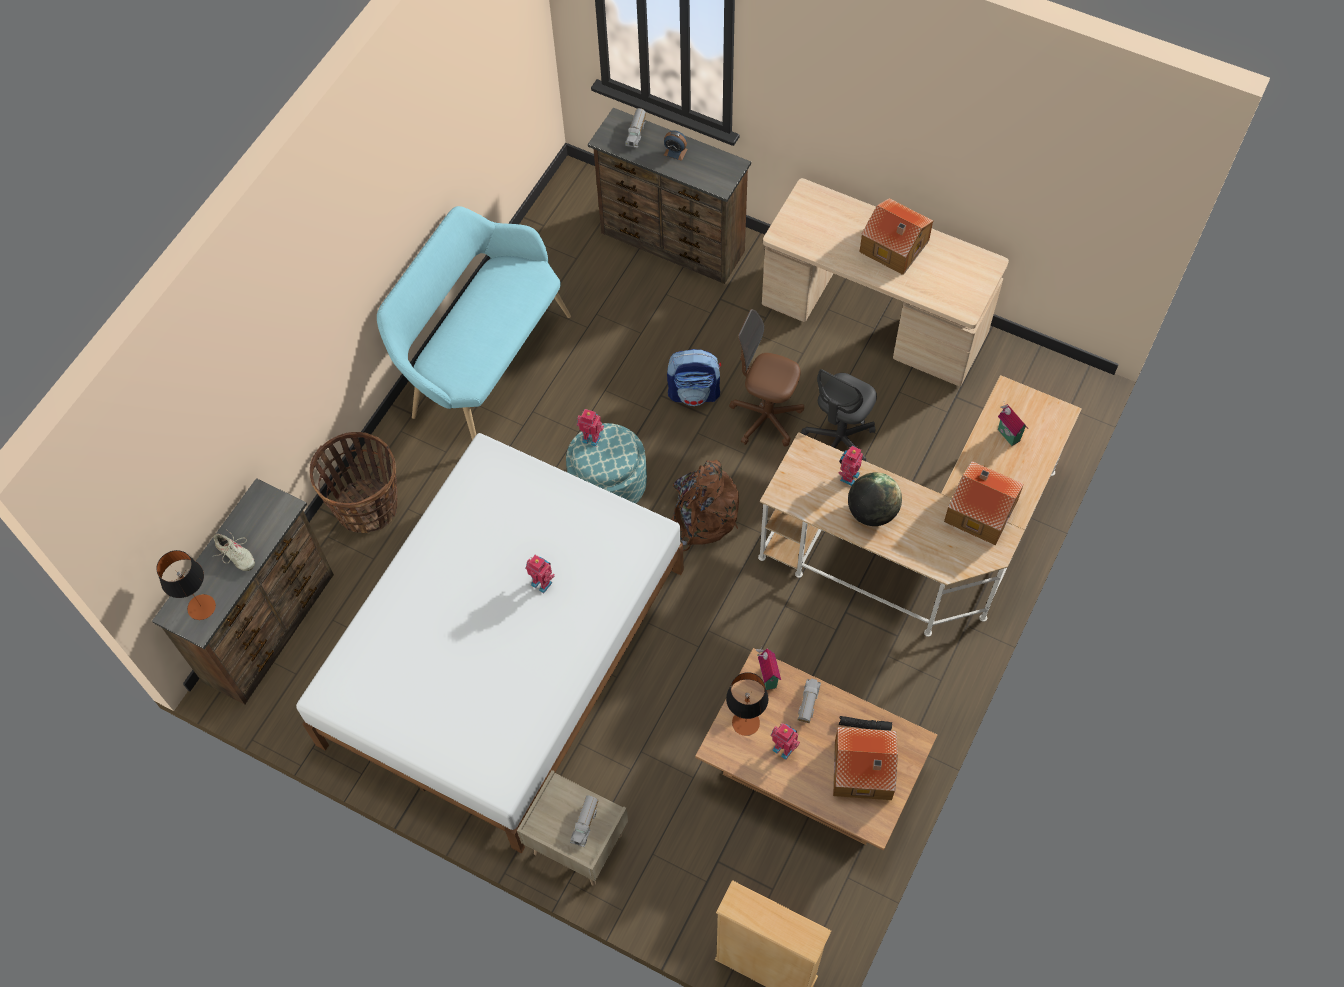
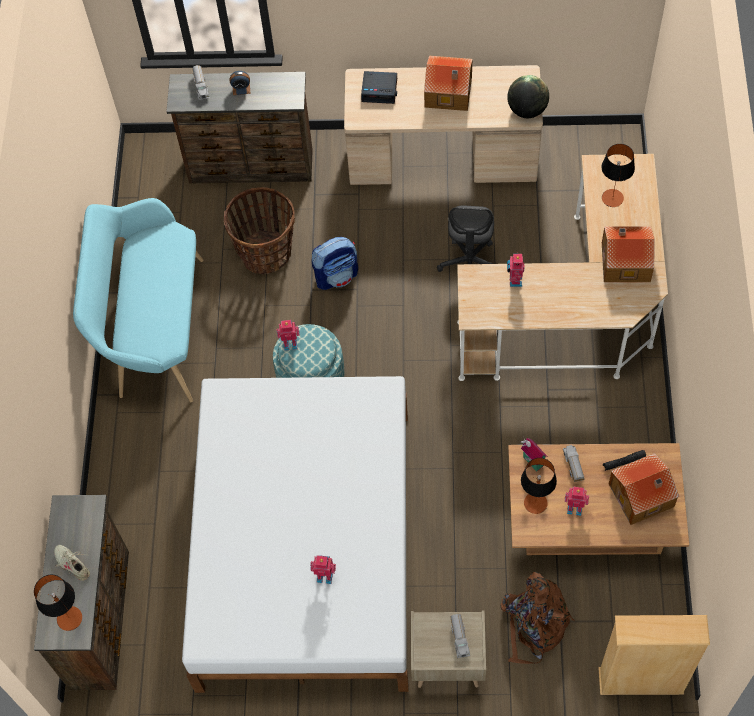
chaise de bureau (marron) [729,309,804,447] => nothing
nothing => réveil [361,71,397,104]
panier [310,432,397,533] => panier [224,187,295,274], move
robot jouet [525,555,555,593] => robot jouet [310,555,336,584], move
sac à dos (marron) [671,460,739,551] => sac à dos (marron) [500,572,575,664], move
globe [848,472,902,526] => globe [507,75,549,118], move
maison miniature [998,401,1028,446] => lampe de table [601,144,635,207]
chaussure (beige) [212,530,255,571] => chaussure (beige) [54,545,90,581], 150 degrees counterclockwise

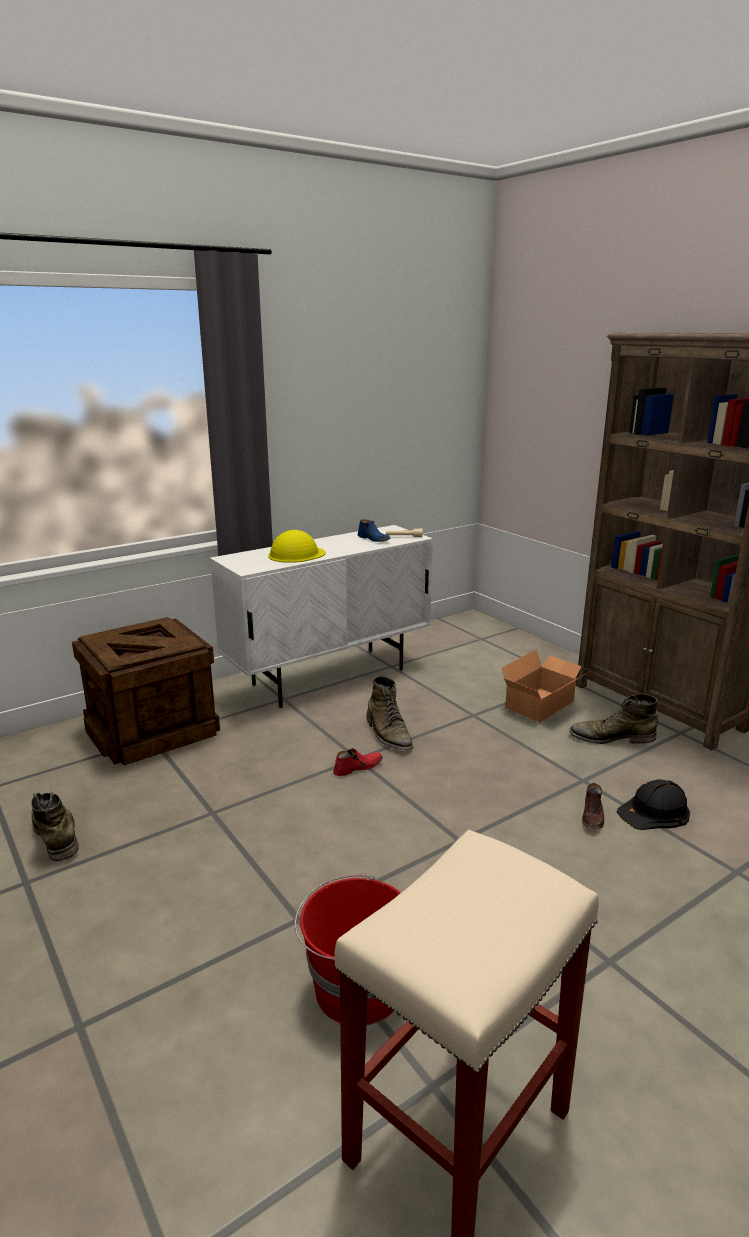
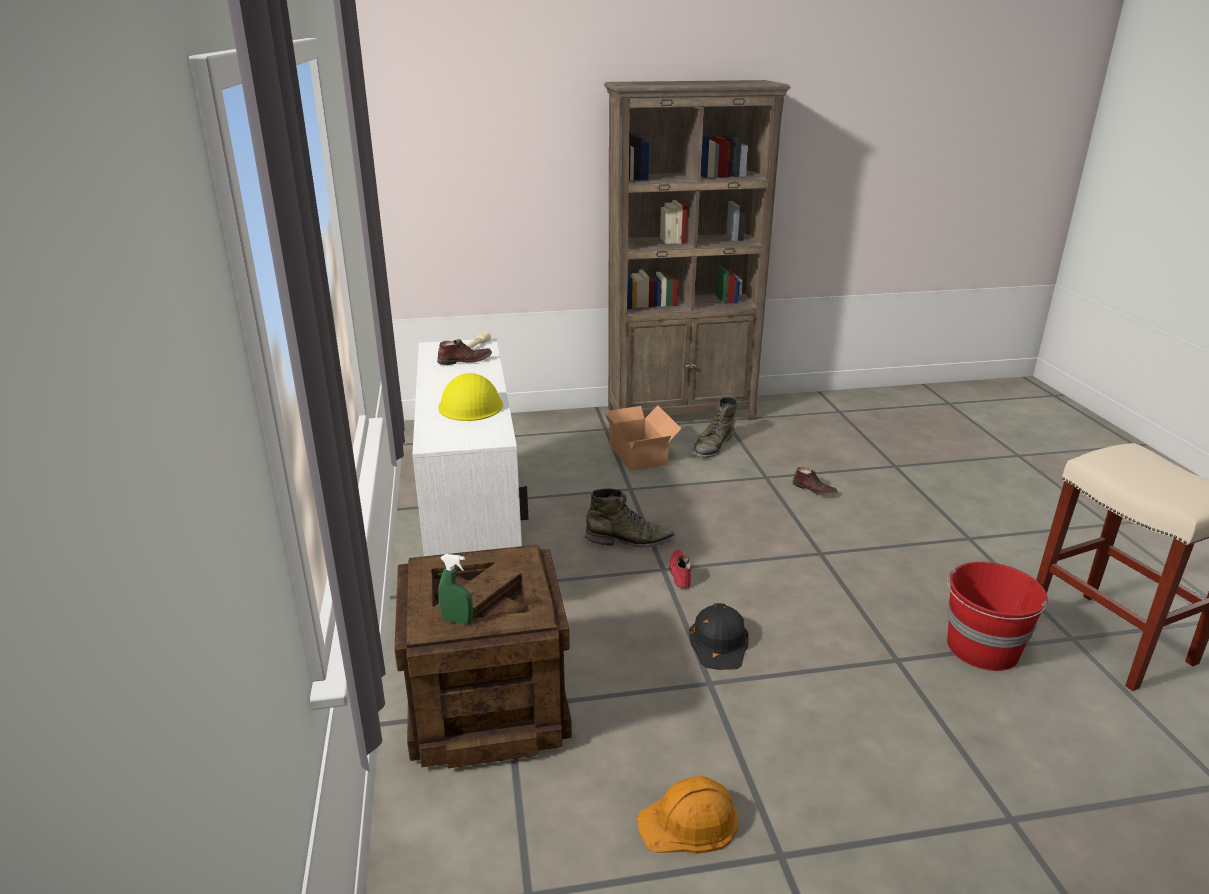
nothing => vaporisateur (vert) [438,554,473,624]
casque de chantier (noir) [616,779,690,830] => casque de chantier (noir) [689,603,749,670], move
botte (vert) [31,792,79,861] => casque de chantier (orange) [637,776,739,854]
chaussure (bleu) [358,519,391,542] => chaussure (marron) [437,339,492,365]

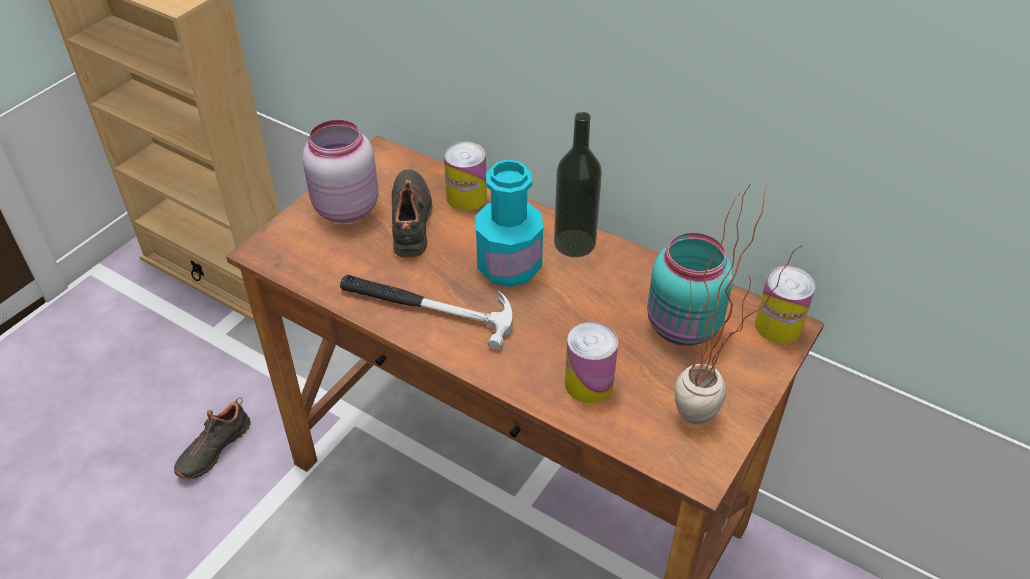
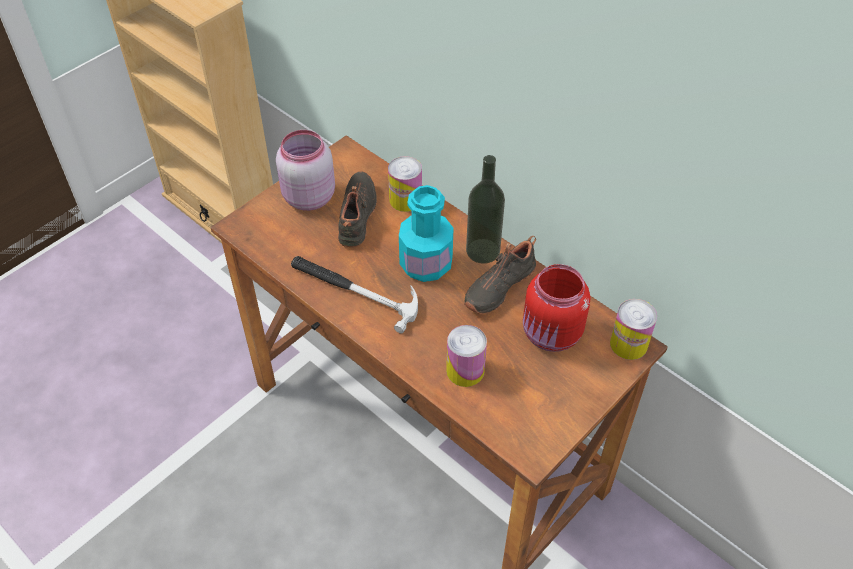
plante en pot [674,183,801,425] => nothing
chaussure (noir) [174,397,250,480] => chaussure (noir) [464,236,536,314], move
bocal (turquoise) [647,232,734,346] => bocal (rouge) [523,264,590,352]

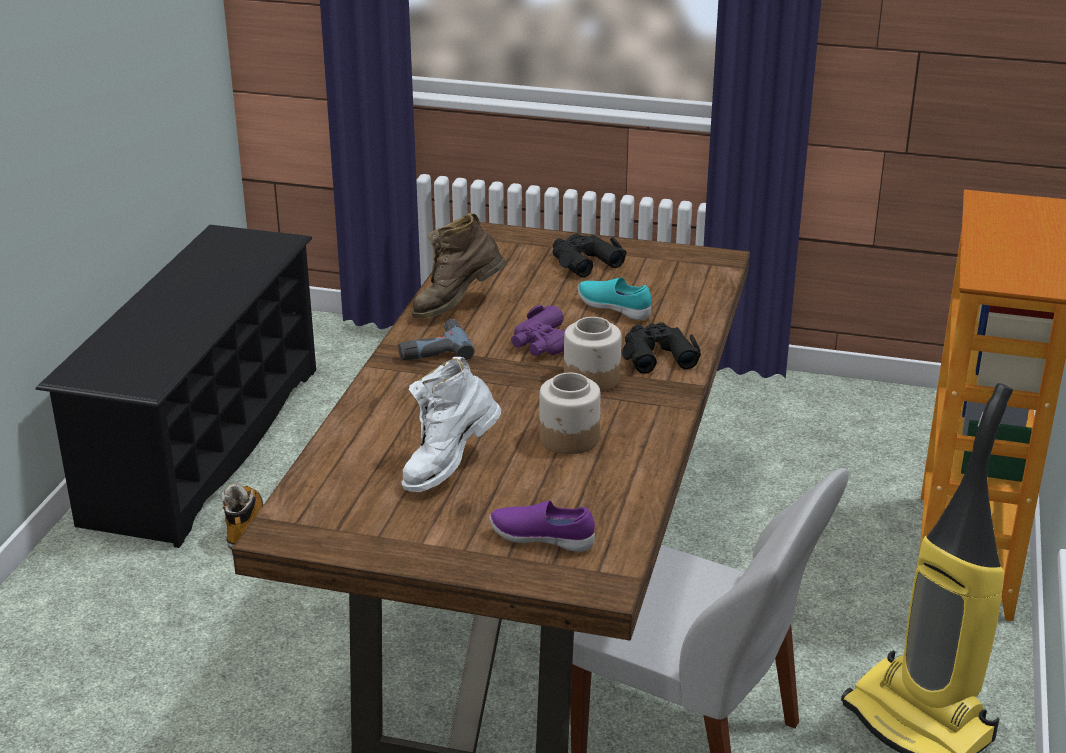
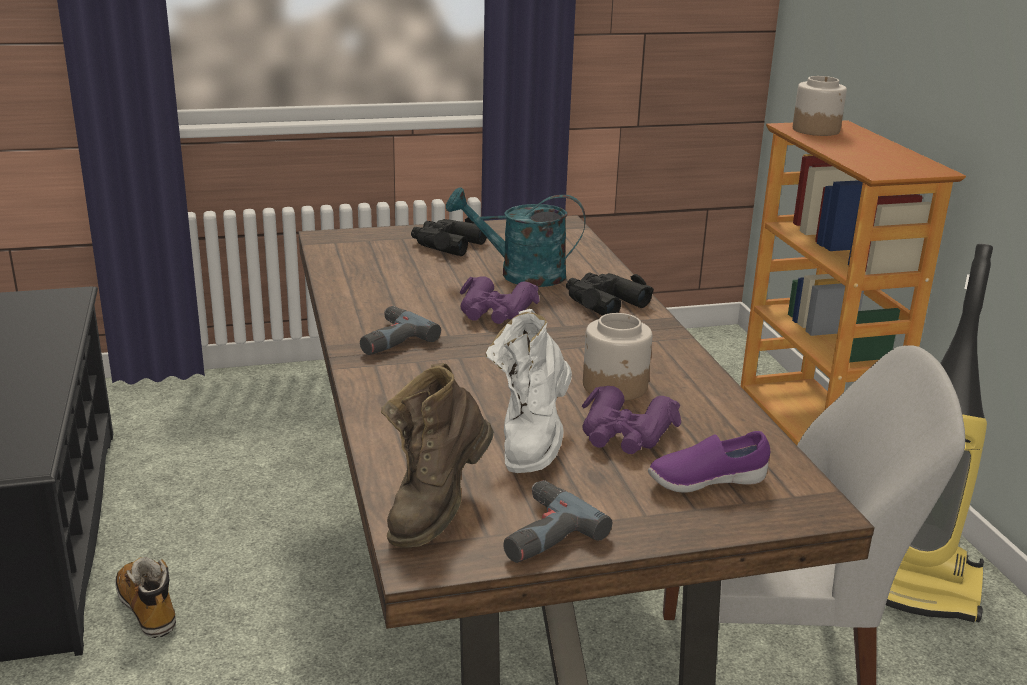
nothing => perceuse [503,480,612,563]
nothing => jumelles (violet) [582,386,681,454]
botte (marron) [411,213,506,319] => botte (marron) [381,363,494,548], move
bocal [564,317,621,392] => bocal [793,76,847,136], move
chaussure (turquoise) [578,278,651,320] => arrosoir (turquoise) [446,187,586,287]

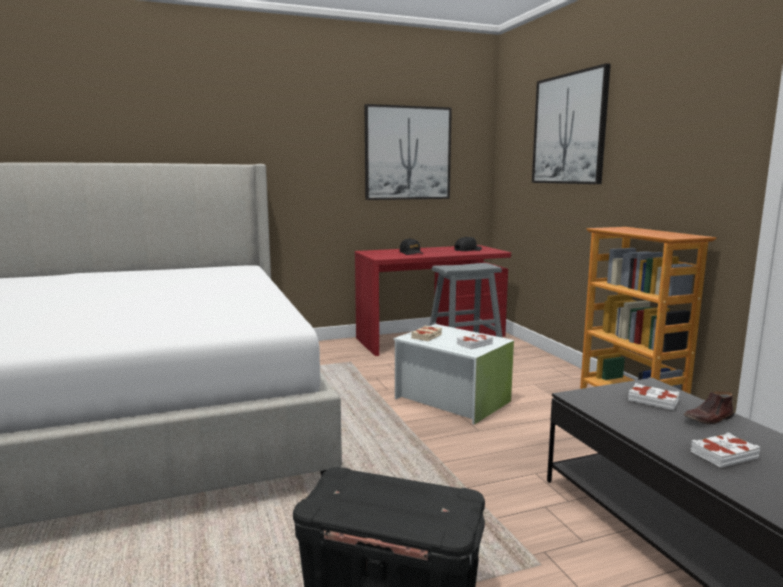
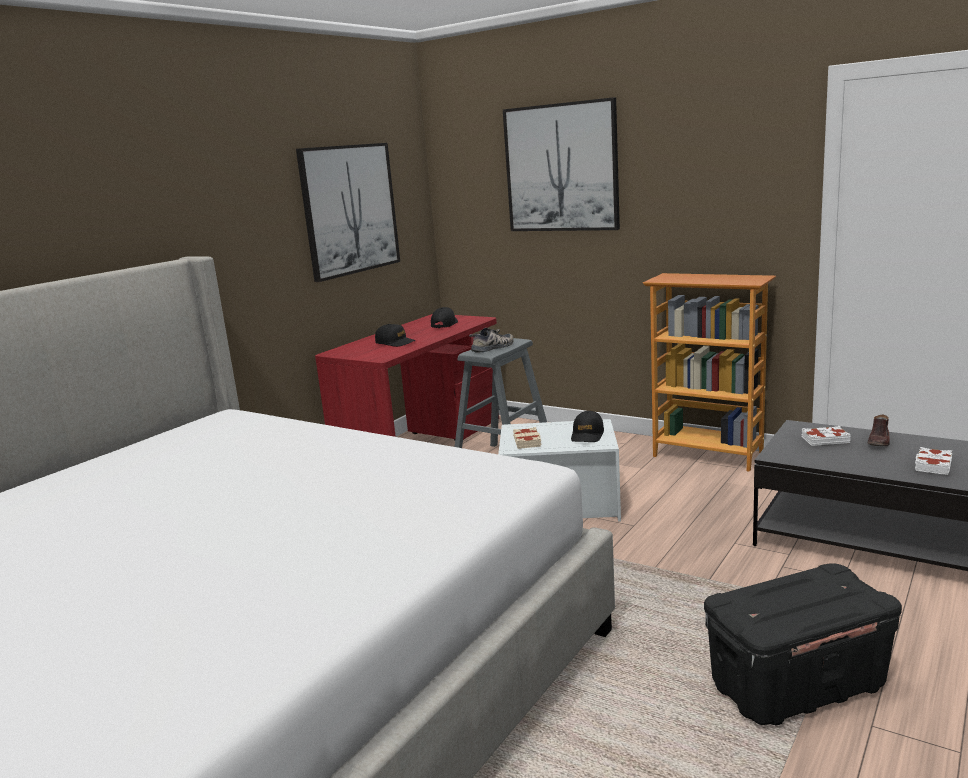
nothing => chaussure [469,328,514,353]
livre (blanc) [457,333,493,349] => casquette (noir) [571,411,604,442]

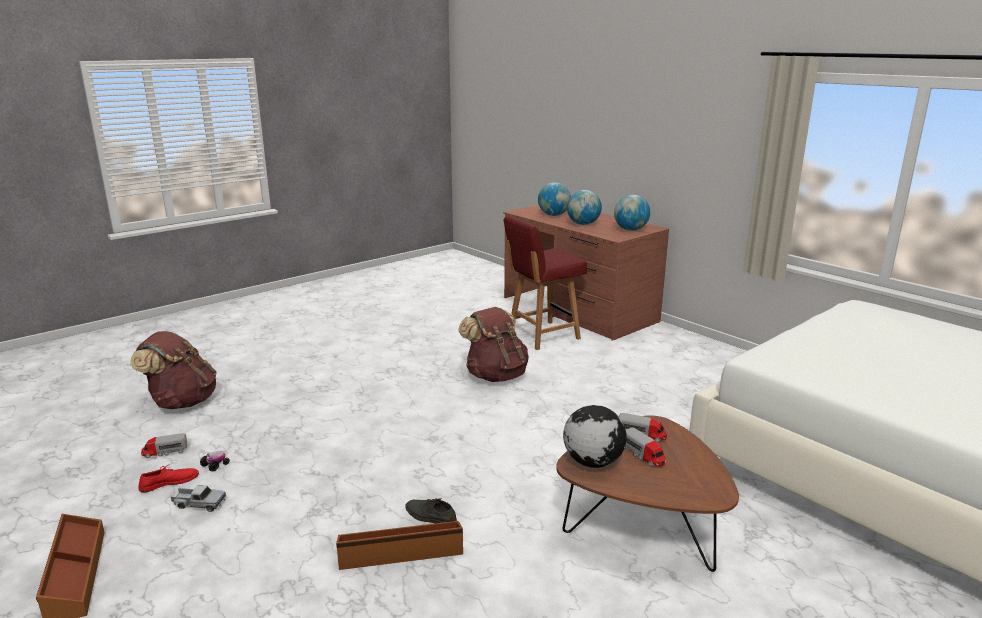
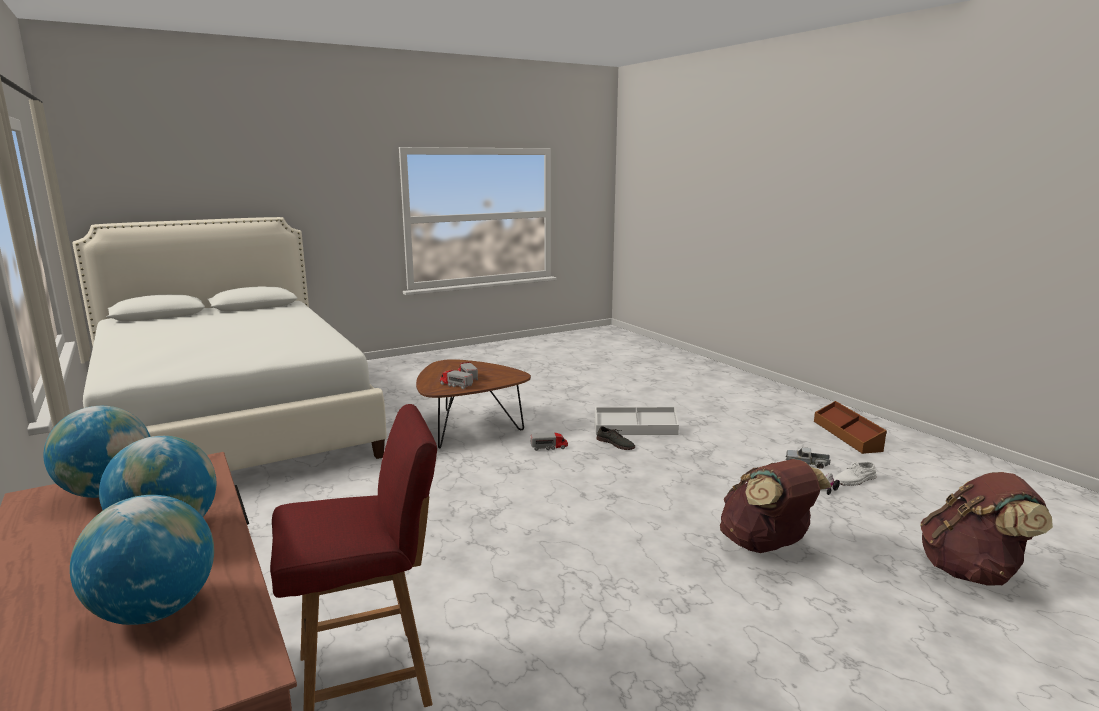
globe [563,405,627,468] => nothing
camion jouet [141,433,187,458] => camion jouet [530,432,568,451], move
sac à dos (marron) [459,307,529,382] => sac à dos (marron) [720,459,832,553], move
chaussure (rouge) [138,464,199,493] => chaussure (blanc) [834,461,876,486]
boîte de rangement (marron) [336,521,463,570] => boîte de rangement (blanc) [594,407,679,435]

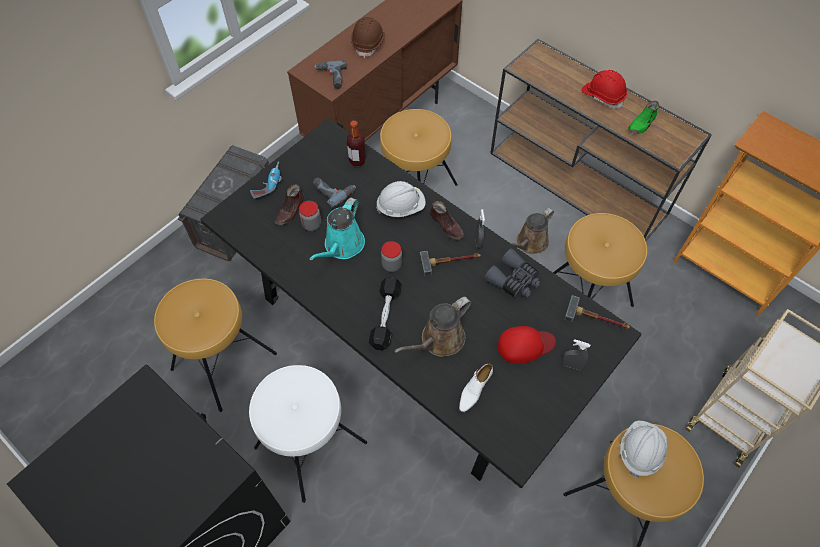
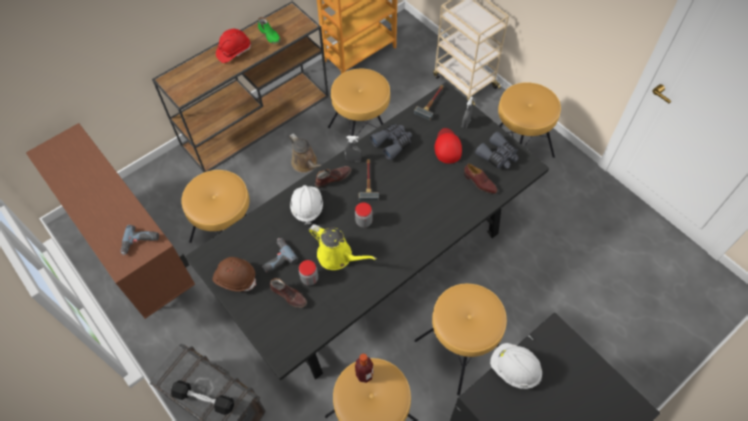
perceuse [250,162,282,199] => nothing
arrosoir (marron) [394,297,471,357] => nothing
nothing => jumelles (gris) [475,131,519,169]
bouteille [347,121,366,167] => bouteille [355,354,373,383], move
casque de chantier (marron) [351,17,385,58] => casque de chantier (marron) [213,257,256,292], move
haltère (noir) [369,277,402,351] => haltère (noir) [171,380,234,415], move
casque de chantier (blanc) [620,421,667,478] => casque de chantier (blanc) [490,343,542,389], move
tabouret (blanc) [249,365,367,503] => tabouret (marron) [415,283,507,396]
arrosoir (turquoise) [310,197,365,260] => arrosoir (jaune) [309,224,376,270]
chaussure (blanc) [459,364,493,413] => chaussure (marron) [464,163,497,194]

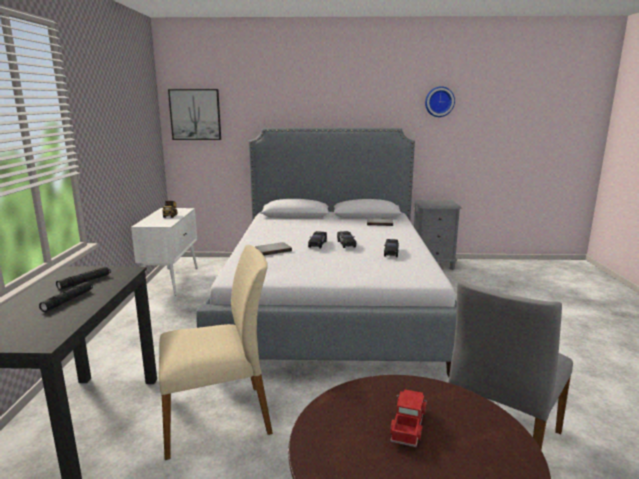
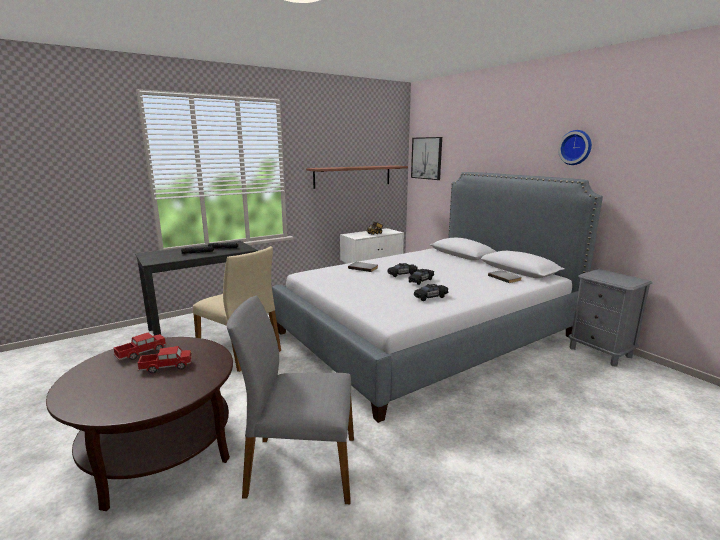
nothing => camion jouet [114,333,166,360]
nothing => étagère [306,165,408,189]
horloge murale [425,86,455,117] => horloge murale [558,130,592,165], move

